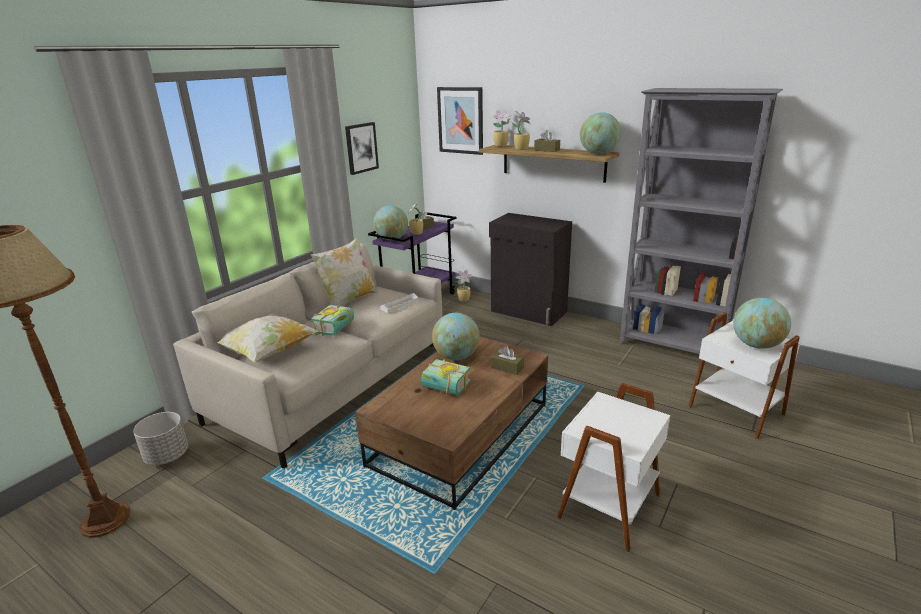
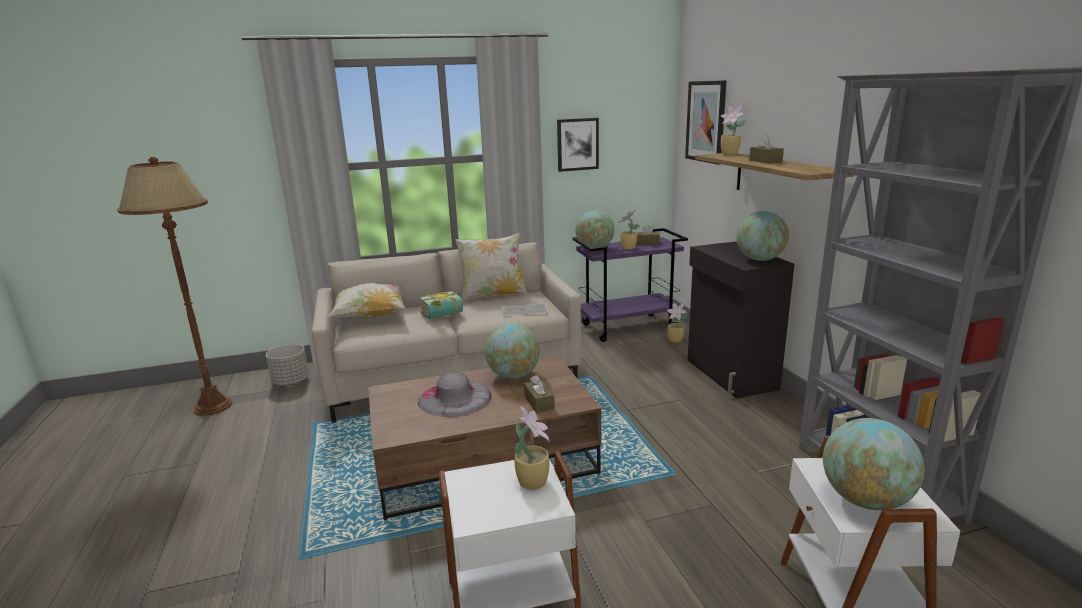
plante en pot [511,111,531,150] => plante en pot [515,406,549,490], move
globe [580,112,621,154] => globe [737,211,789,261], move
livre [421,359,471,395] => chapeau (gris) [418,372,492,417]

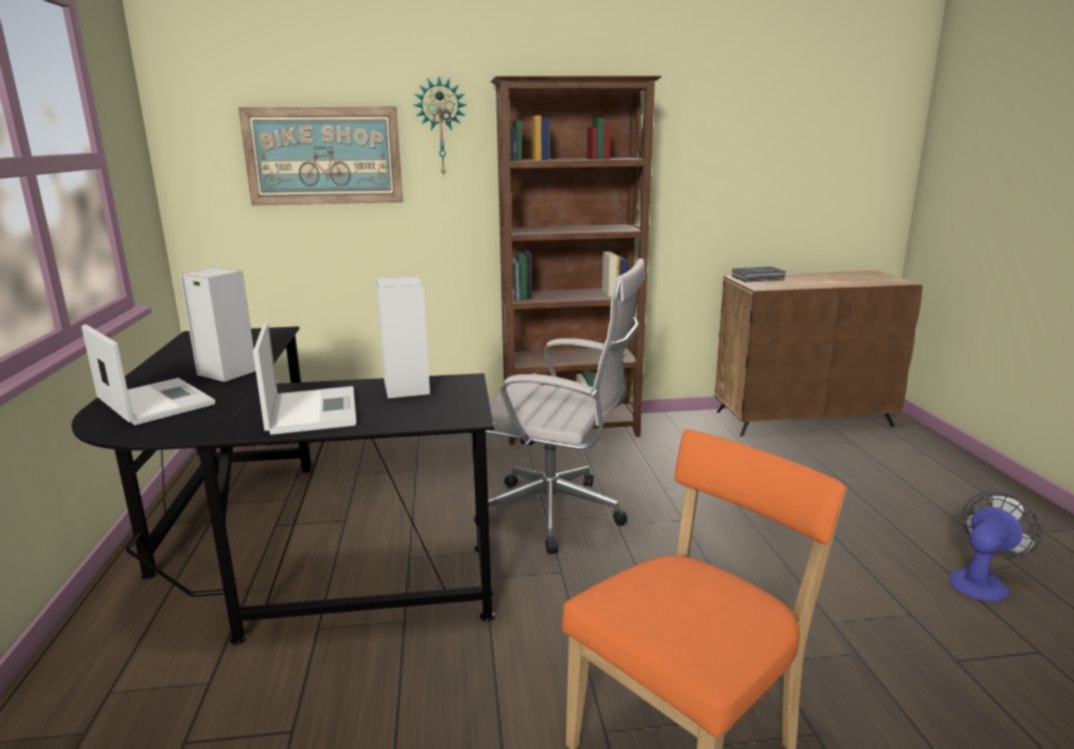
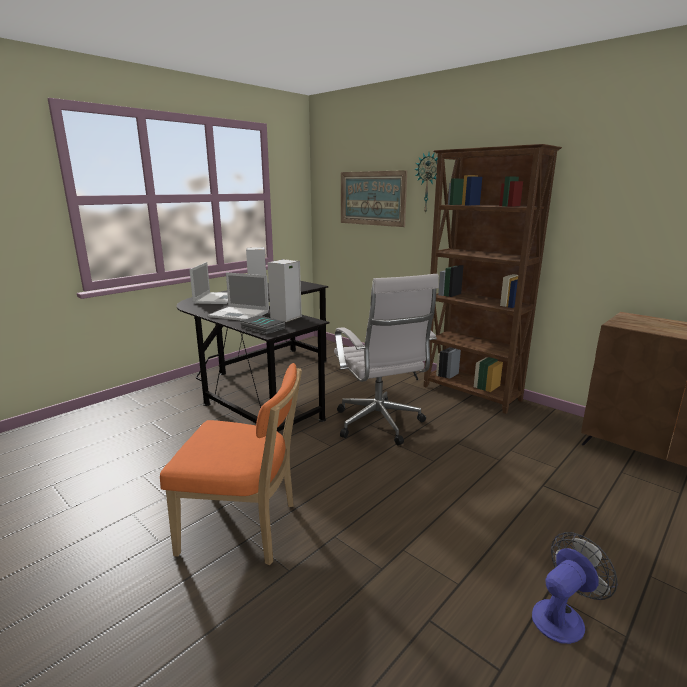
livre [732,267,786,282] => livre [240,315,285,335], move
ordinateur portable [253,322,357,435] => ordinateur portable [208,272,269,321], 75 degrees clockwise
ventilateur [950,491,1042,601] => ventilateur [532,532,618,644], 45 degrees counterclockwise

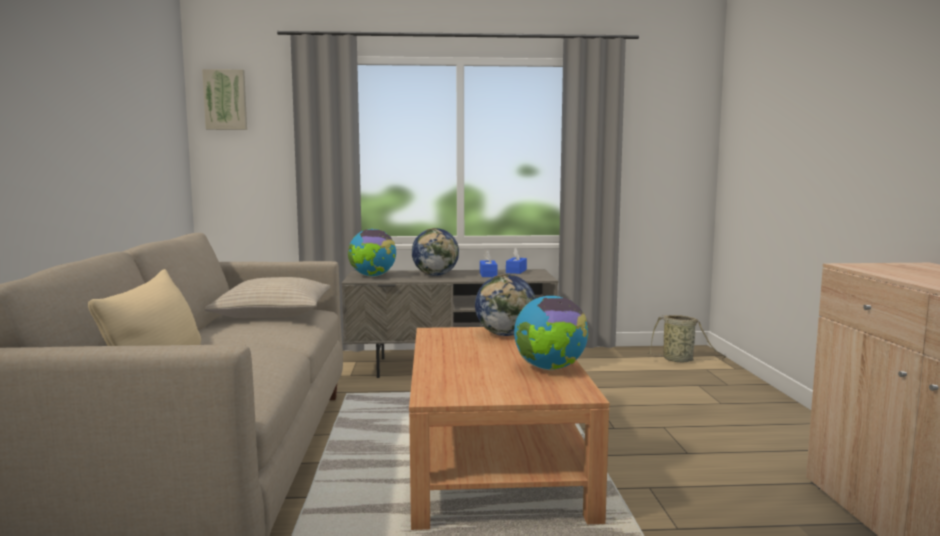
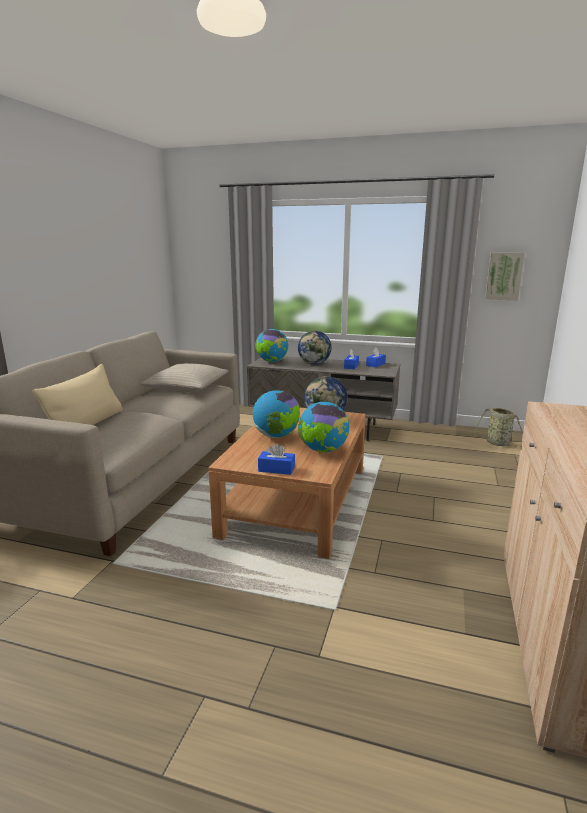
nothing => globe [253,390,300,438]
nothing => boîte à mouchoirs (bleu) [258,443,295,475]
tableau [202,69,247,130] => tableau [485,253,525,300], move

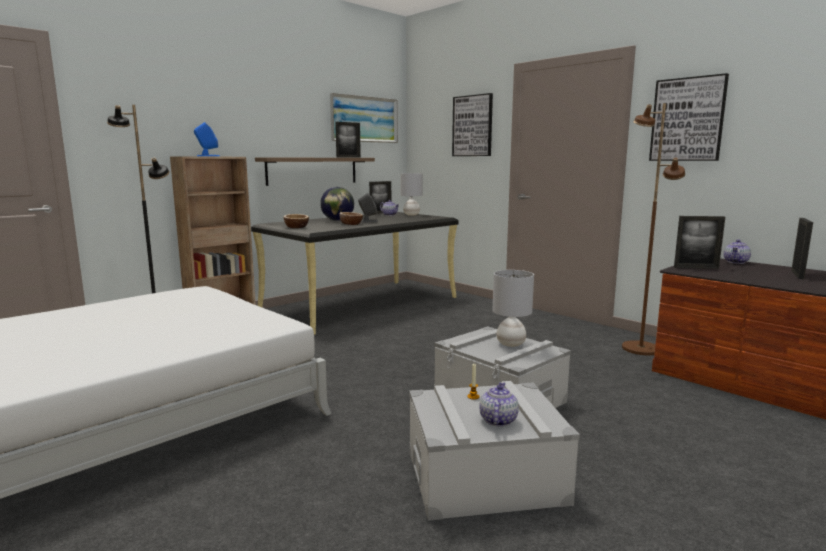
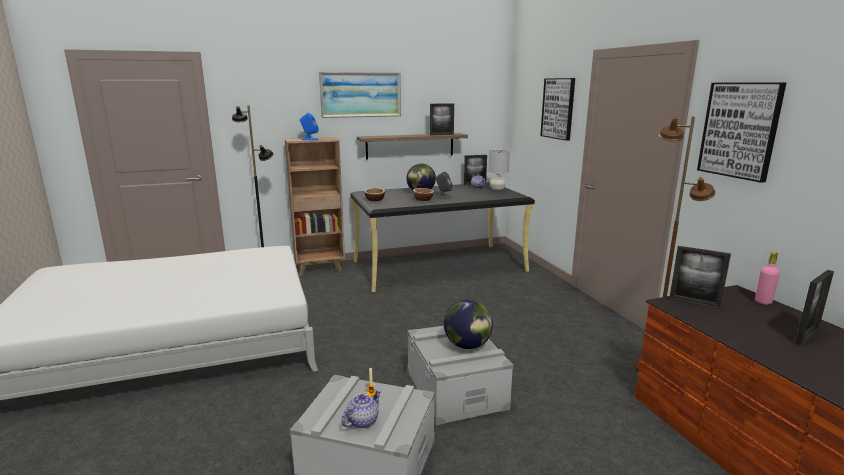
tableau [330,93,398,143] => tableau [319,72,401,118], move
lampe de table (gris) [493,270,534,347] => globe [444,299,493,349]
théière [724,239,751,264] => bouteille (rose) [755,252,780,305]

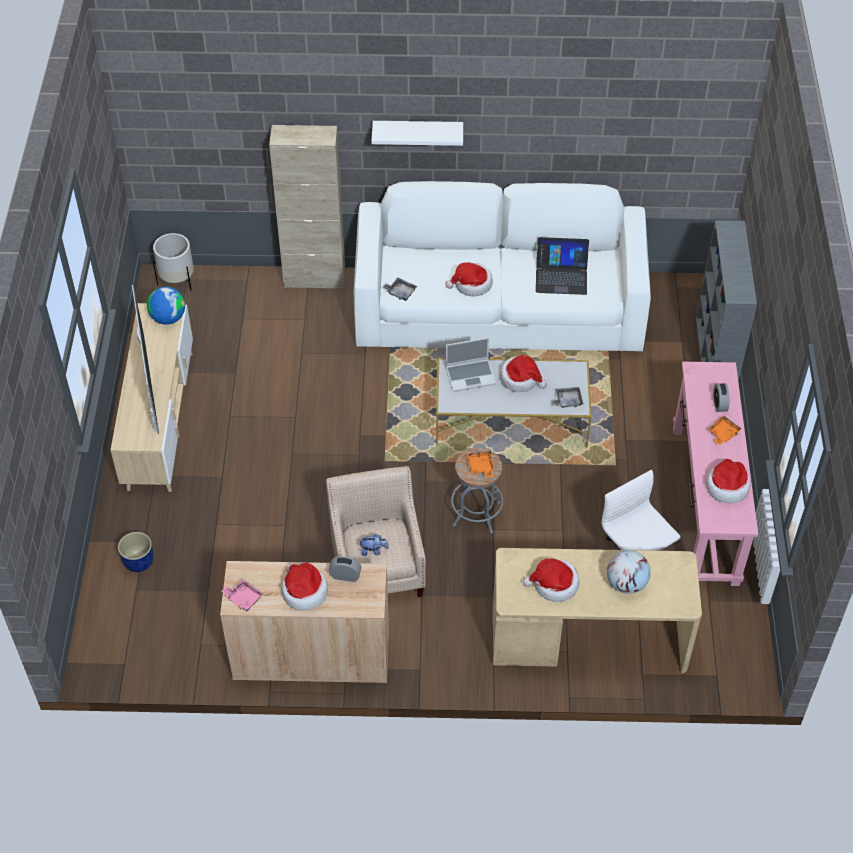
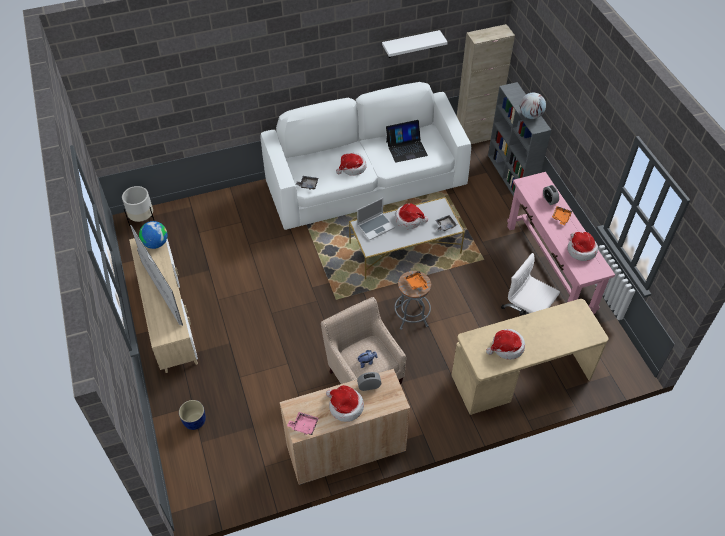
meuble de rangement (beige) [269,125,345,289] => meuble de rangement (beige) [457,24,515,144], move
étagère (blanc) [372,121,463,146] => étagère (blanc) [382,30,448,58], move
globe [607,550,651,594] => globe [520,93,546,119], move

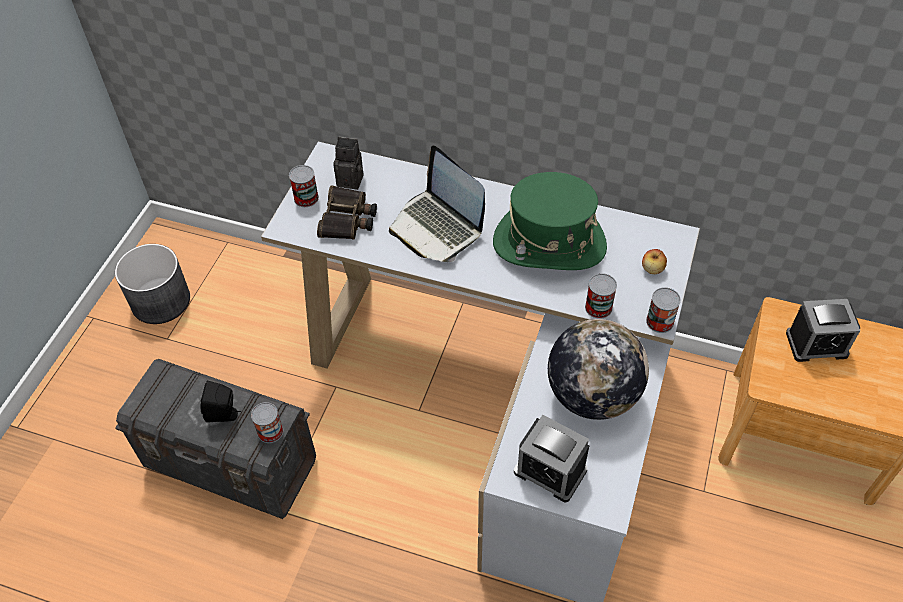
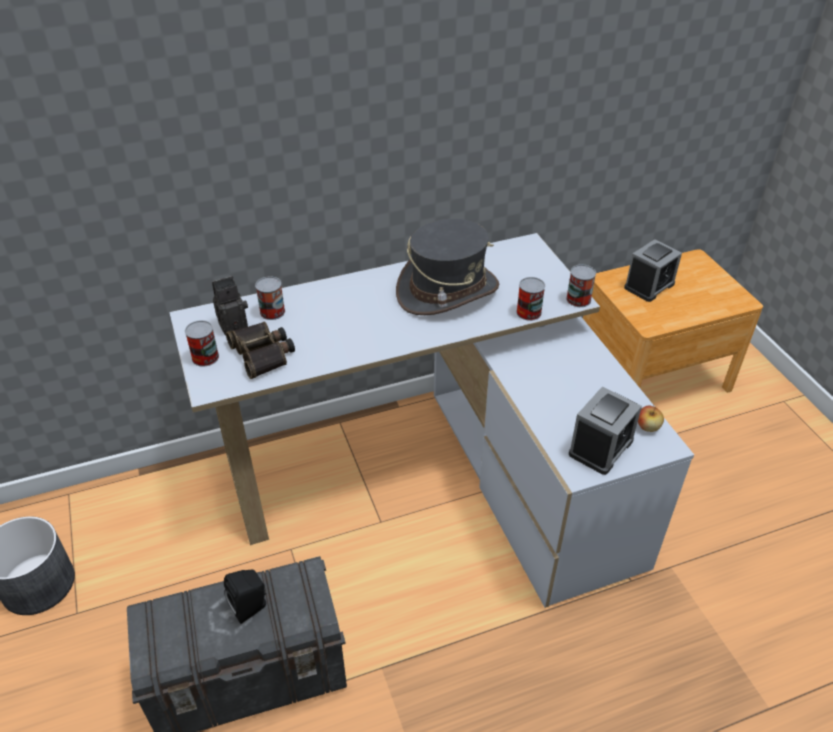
ordinateur portable [389,145,485,262] => nothing
globe [548,319,649,420] => nothing
boîte métallique [251,402,283,443] => boîte métallique [255,276,285,320], move
pomme [642,249,667,274] => pomme [638,406,664,432], move
chapeau (vert) [493,172,607,270] => chapeau (gris) [396,219,499,315]
réveil [514,415,589,502] => réveil [569,387,642,475], 45 degrees counterclockwise

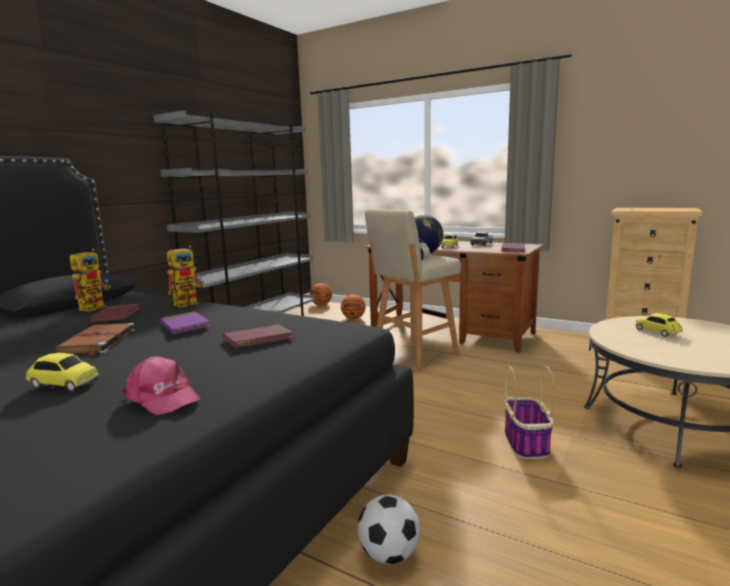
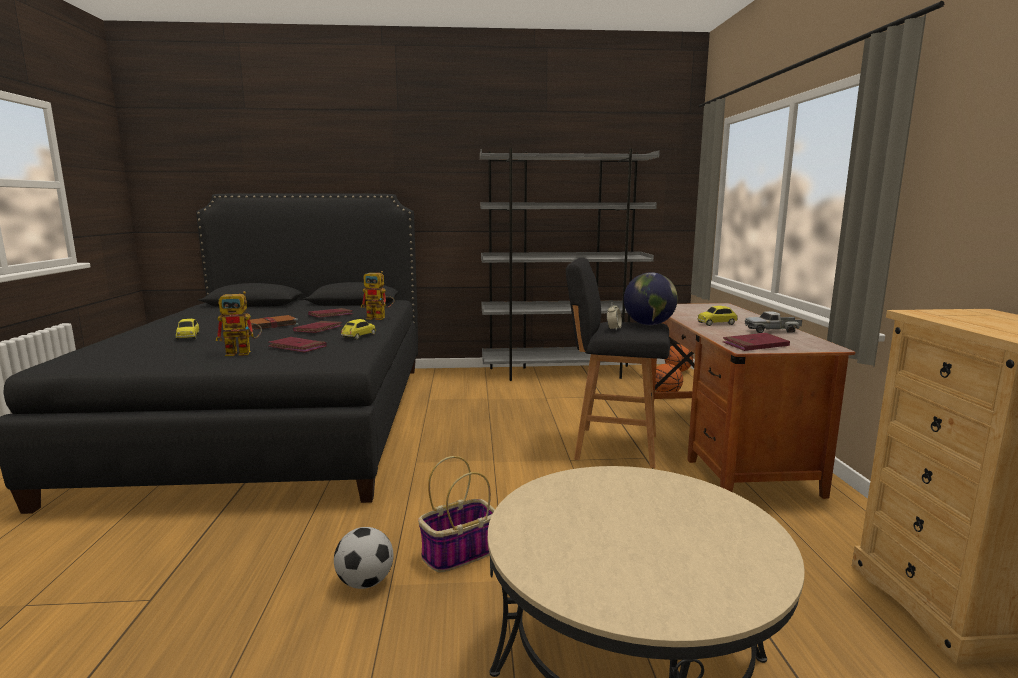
casquette (rose) [122,357,200,415] => nothing
robot jouet [70,249,111,312] => robot jouet [216,291,262,356], move
ballon de foot [357,494,420,564] => ballon de foot [334,527,394,589], move
petite voiture [635,313,683,337] => petite voiture [341,319,376,340], move
livre (violet) [160,311,210,334] => livre (rouge) [293,321,342,333]
tabouret (beige) [365,209,461,370] => tabouret (noir) [566,258,670,468]

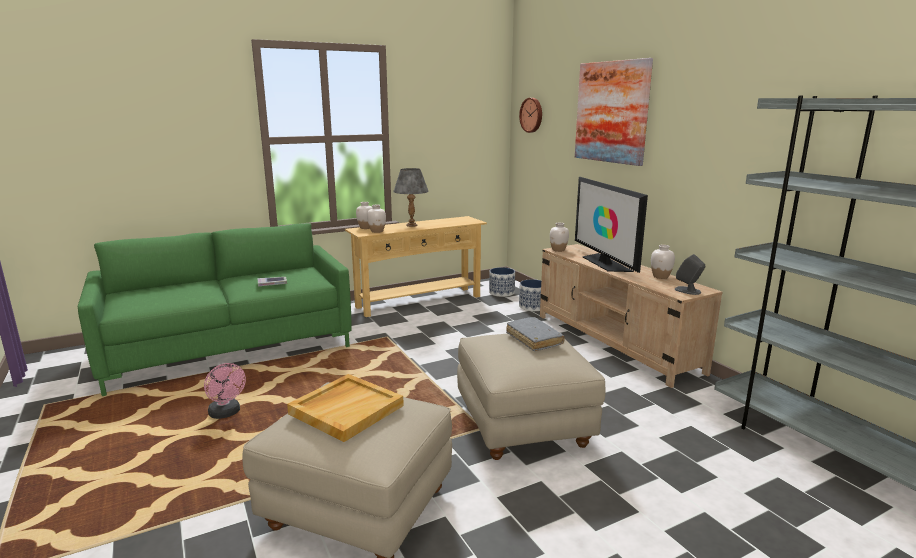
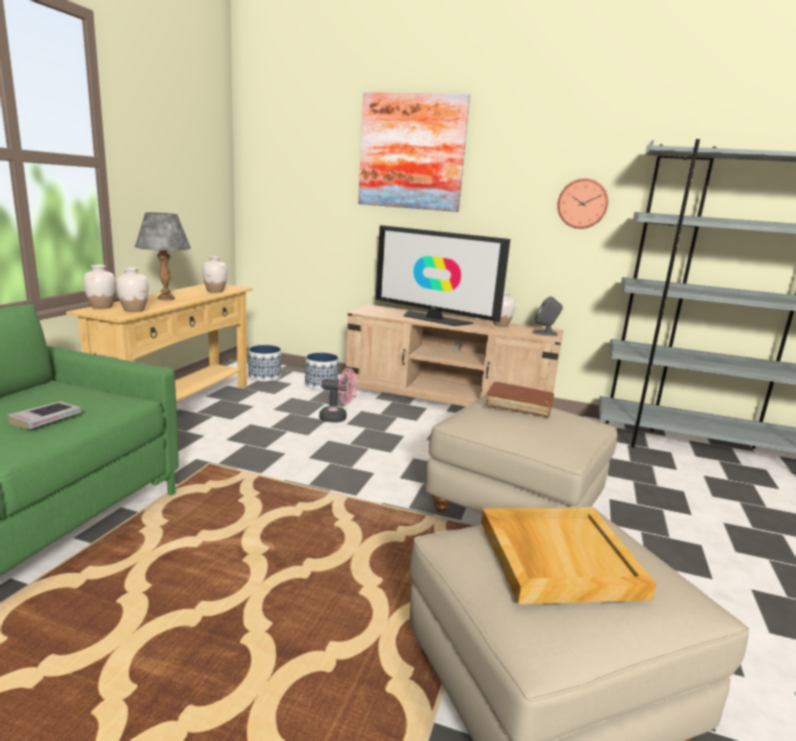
ventilateur (rose) [204,363,246,419] => ventilateur (rose) [319,368,357,423], move
horloge murale [519,98,542,133] => horloge murale [557,178,608,229], move
vase (blanc) [550,223,569,252] => vase (blanc) [202,256,227,293], move
livre (gris) [506,317,565,351] => livre (marron) [485,382,554,417]

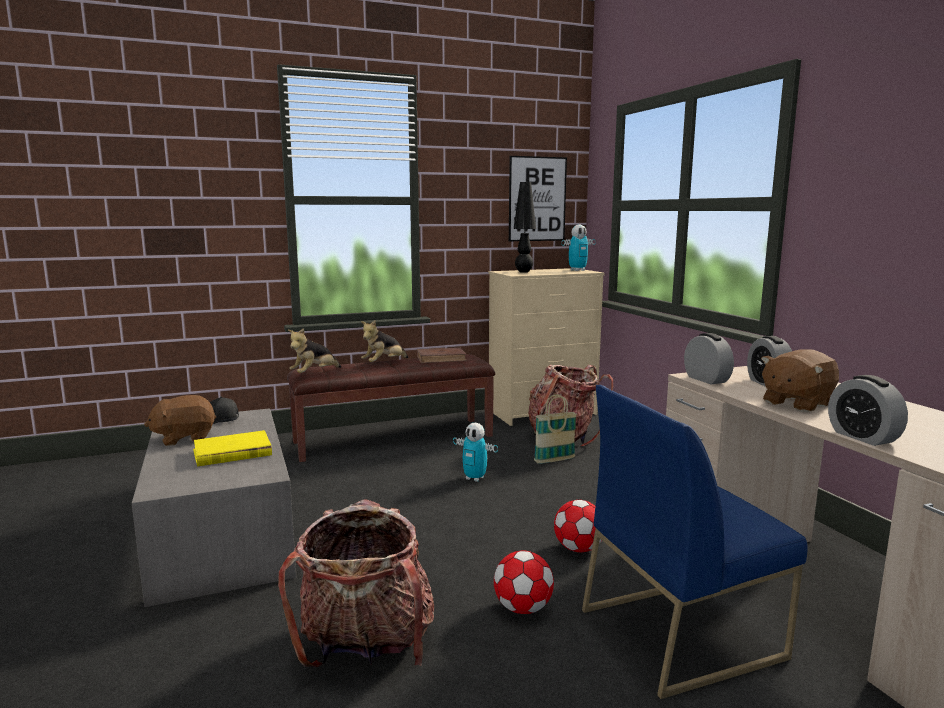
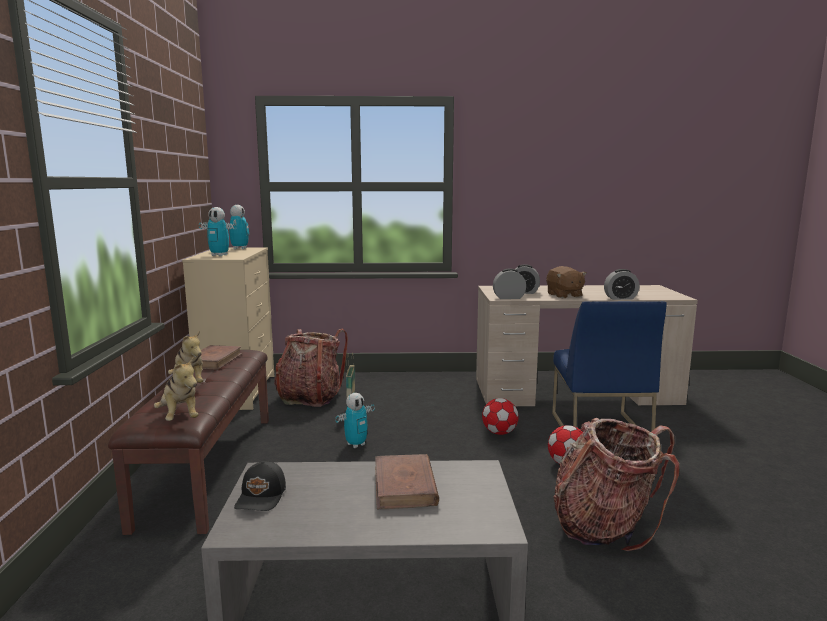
peluche (marron) [144,395,216,446] => nothing
tableau [509,156,567,241] => nothing
lampe de table (noir) [514,182,536,273] => robot jouet [199,207,237,256]
livre (jaune) [193,430,272,467] => livre (marron) [375,454,439,509]

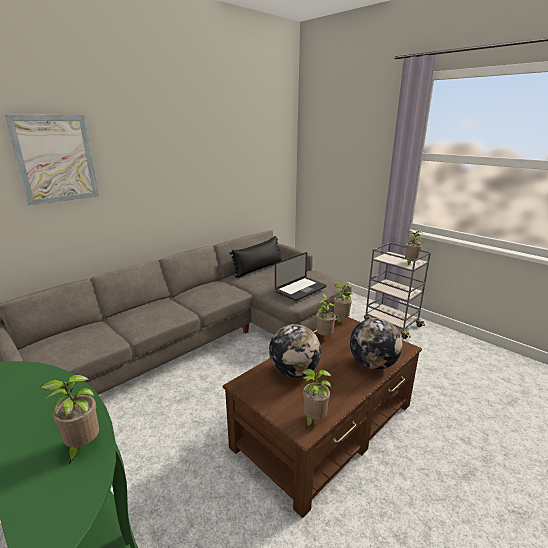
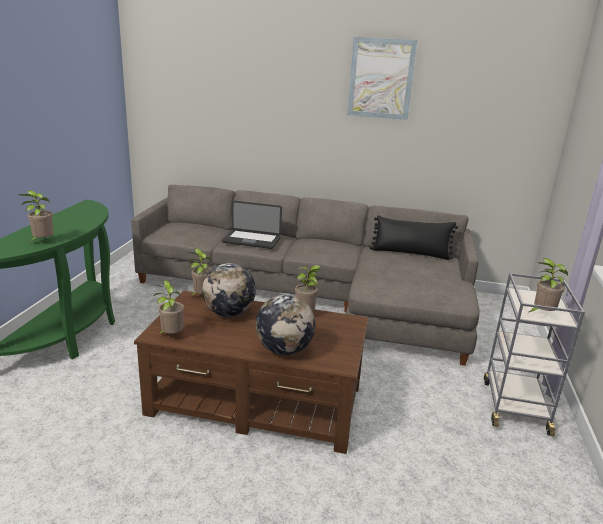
tableau [4,115,99,206] => tableau [347,37,417,120], move
ordinateur portable [275,252,327,301] => ordinateur portable [222,201,282,249], move
plante en pot [334,284,353,325] => plante en pot [187,248,212,297], move

